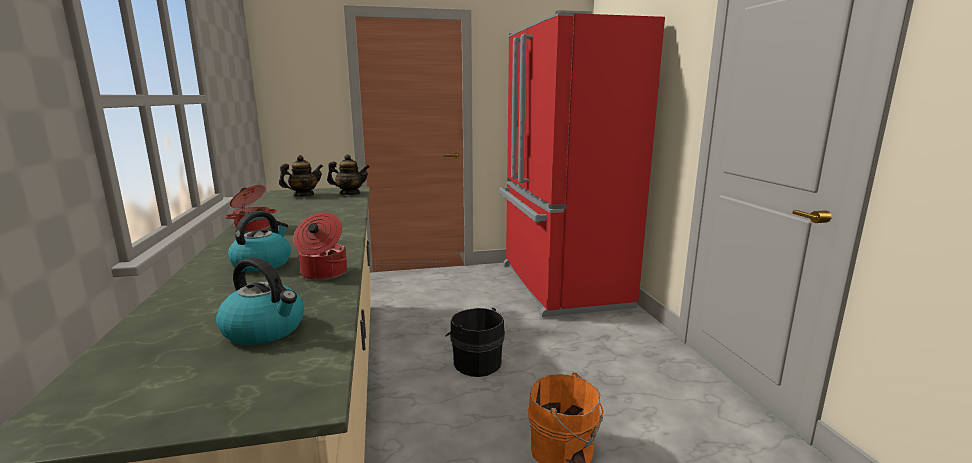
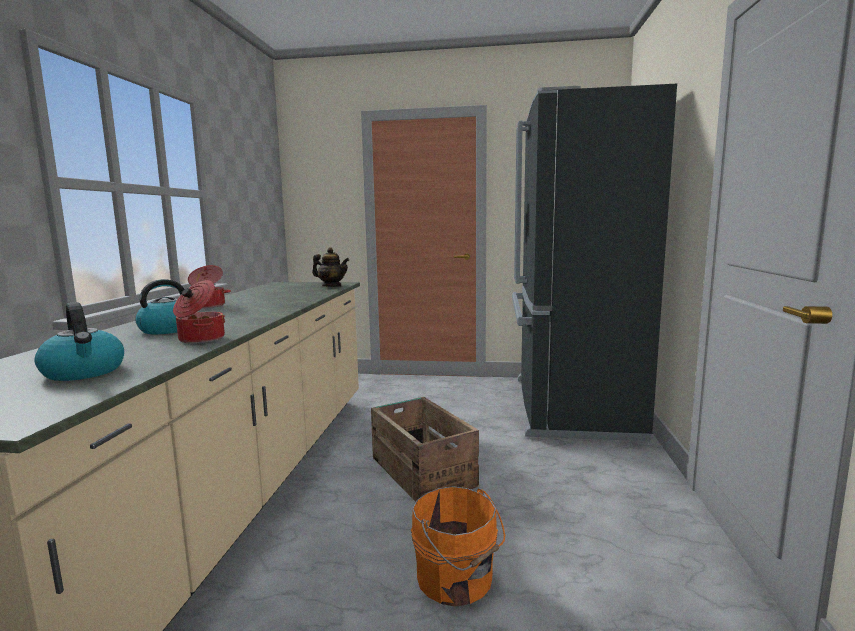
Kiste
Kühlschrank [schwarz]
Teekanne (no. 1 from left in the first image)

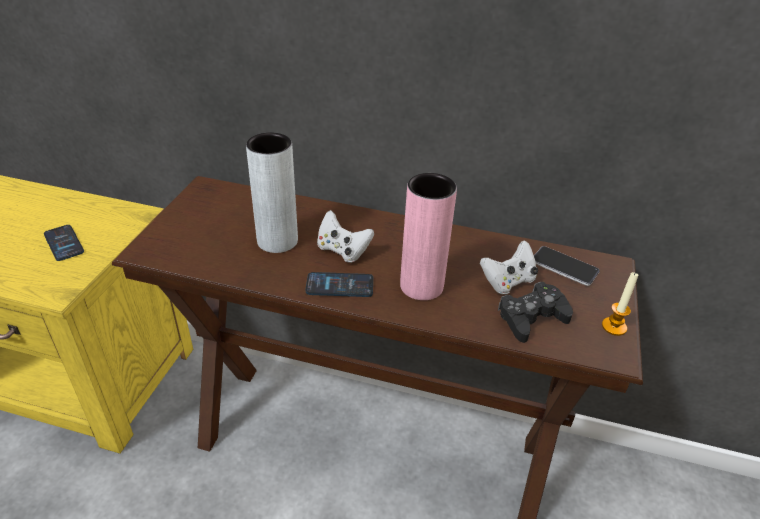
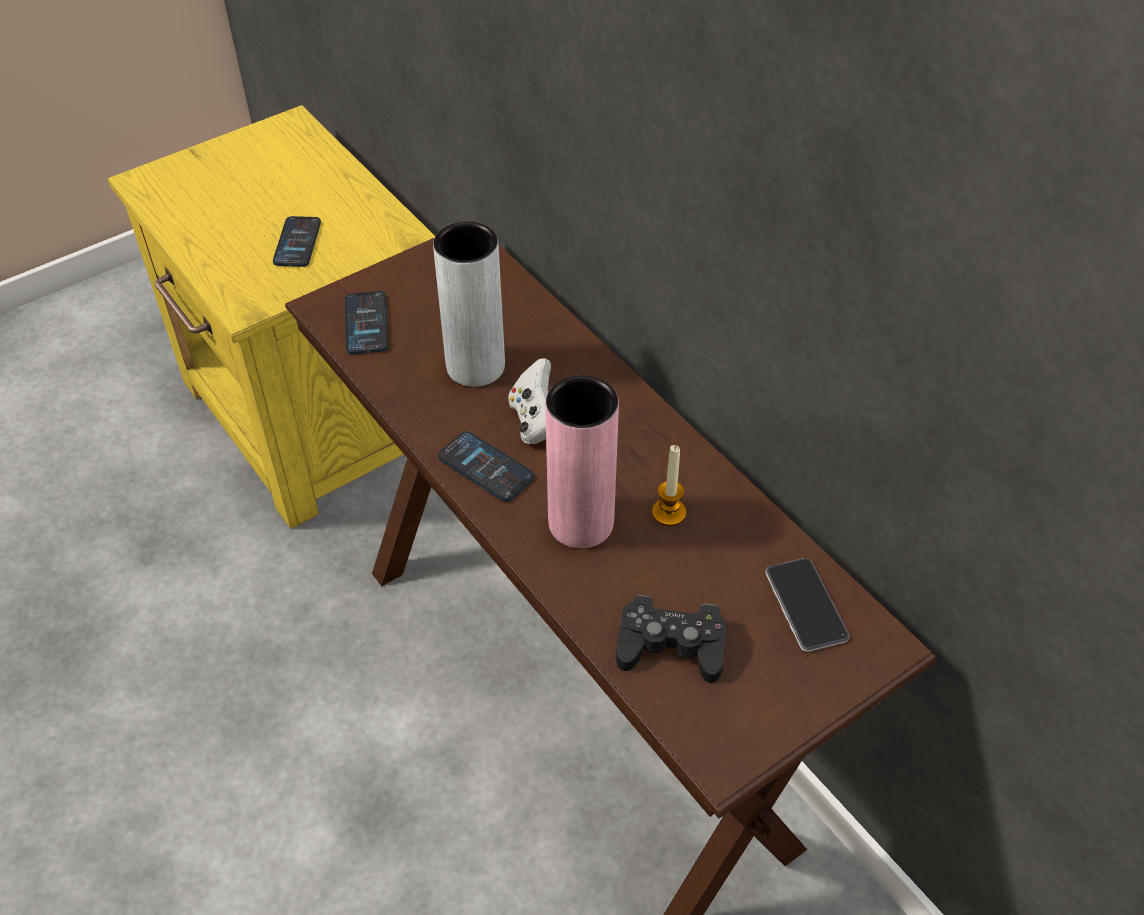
Handy (no. 2 from left)
Kerze
Gamepad [weiß] (no. 2 from left in the first image)

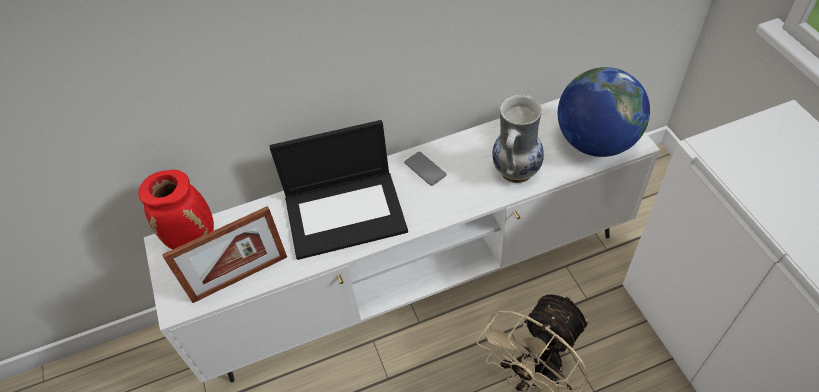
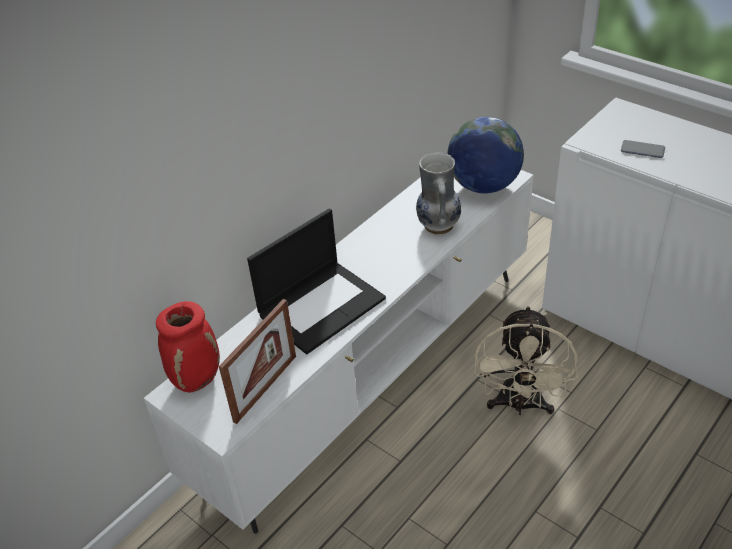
Handy

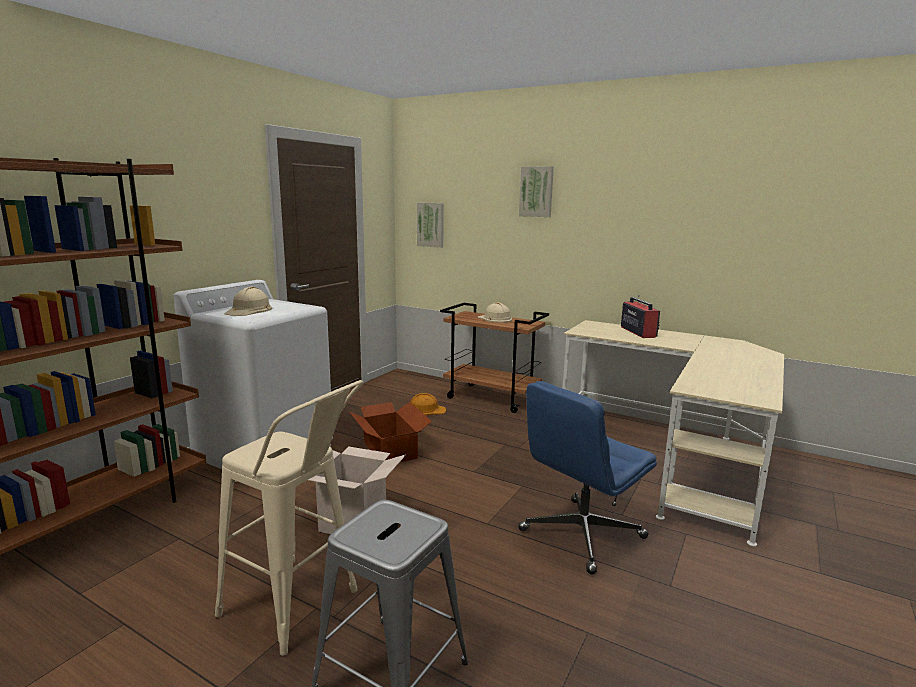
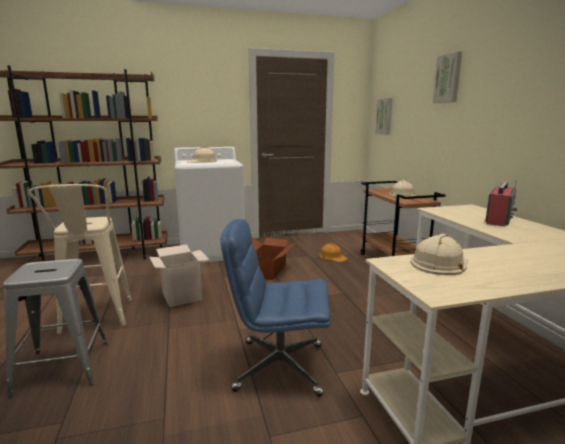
Schutzhelm [beige] (no. 3 from left)

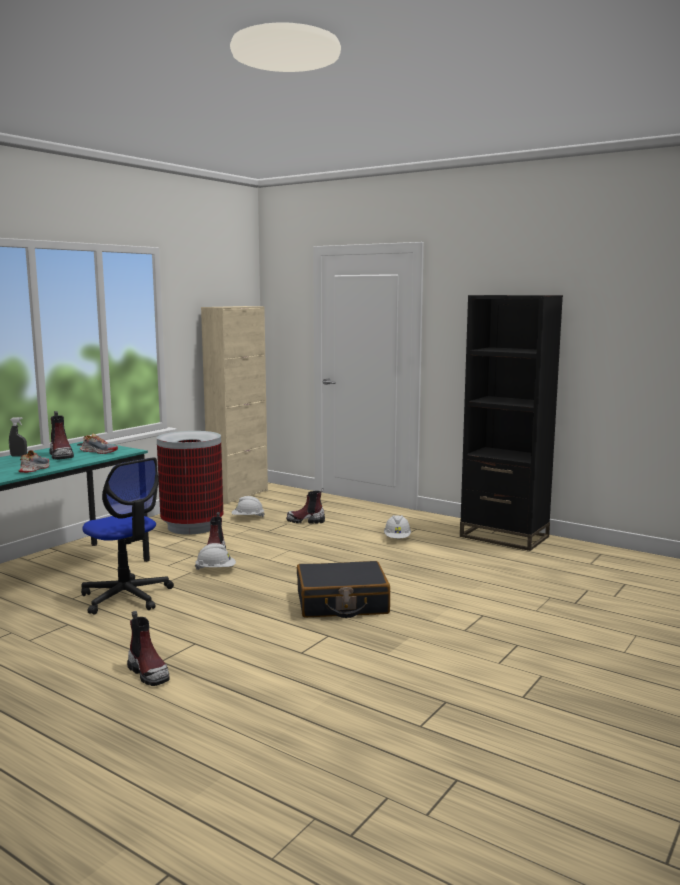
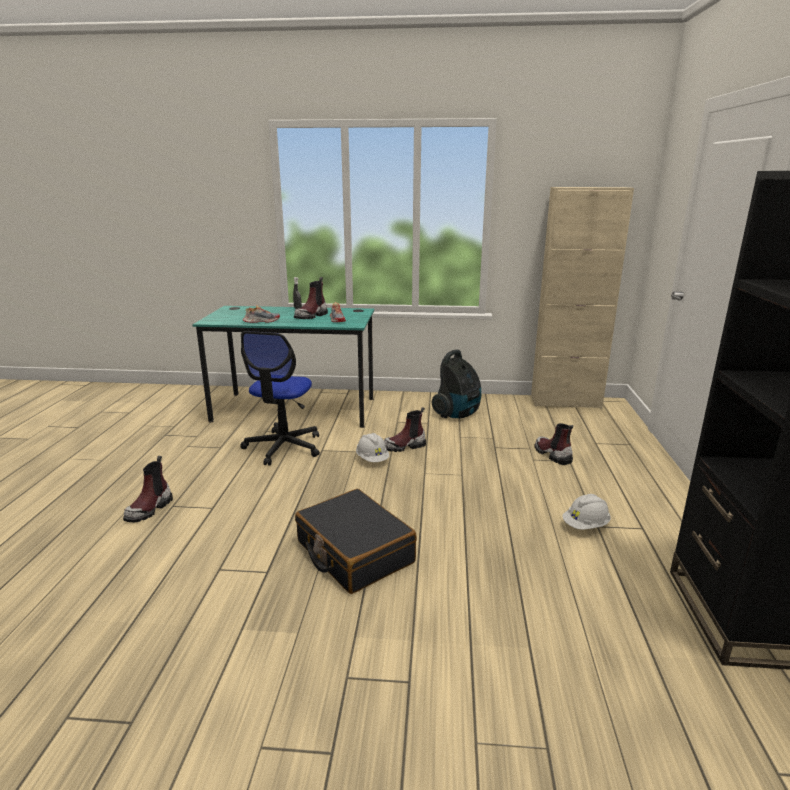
Staubsauger
Schutzhelm [weiß] (no. 2 from left in the first image)

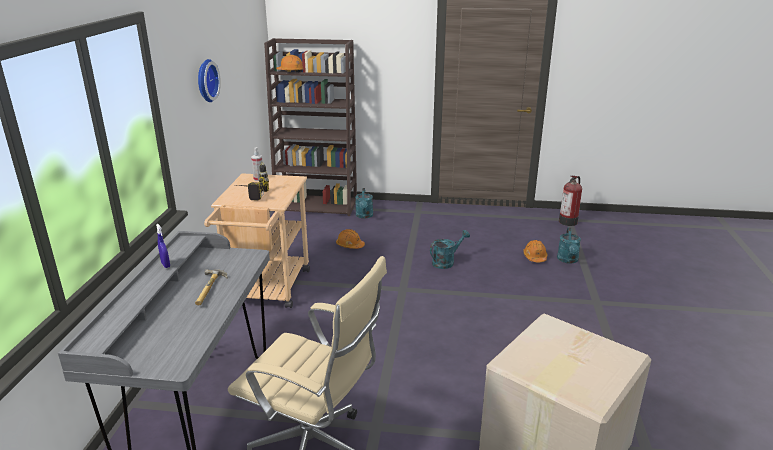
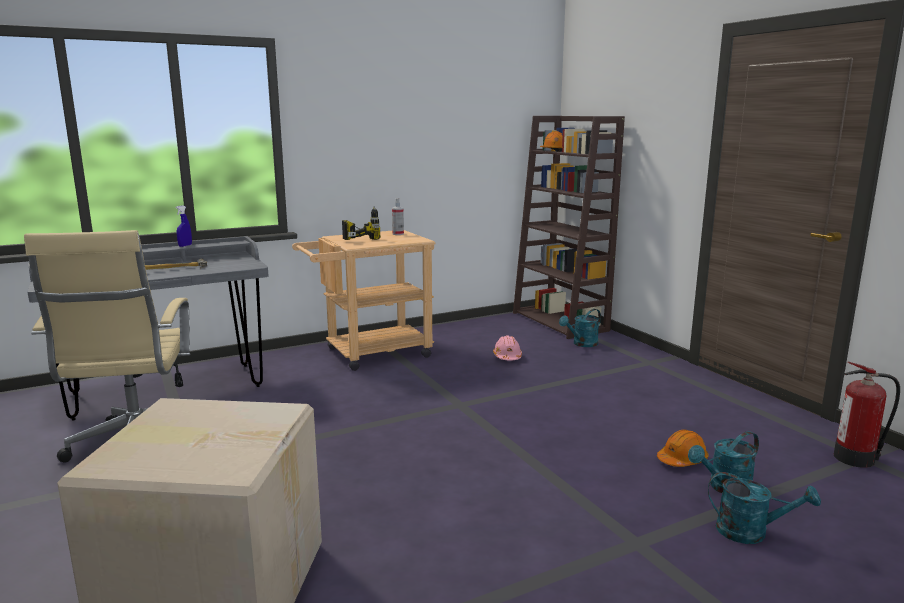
Schutzhelm [rosa]
Gießkanne [türkis] (no. 3 from left)
Wanduhr

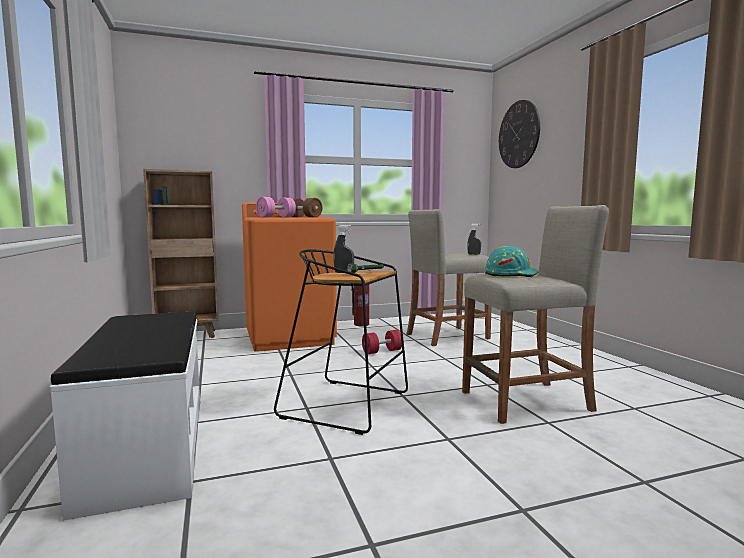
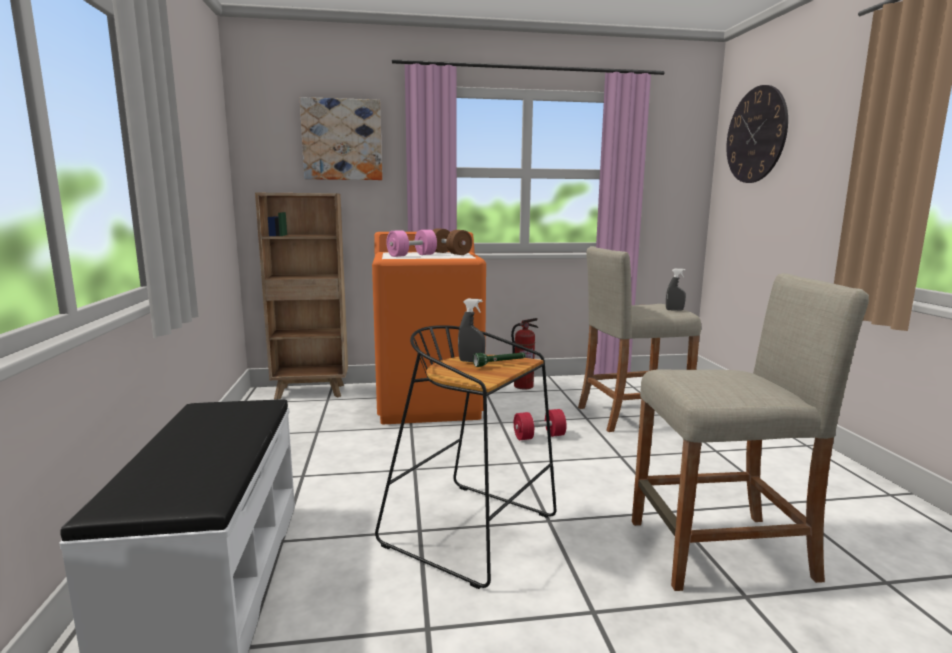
Bild
Schutzhelm [türkis]

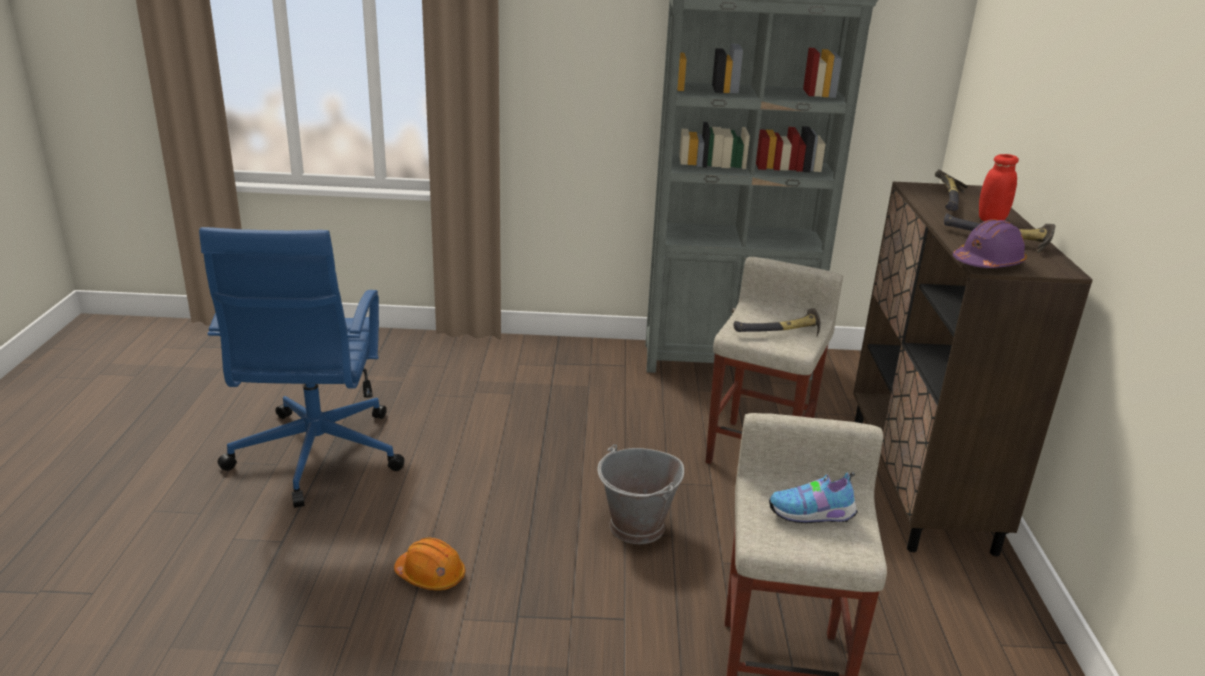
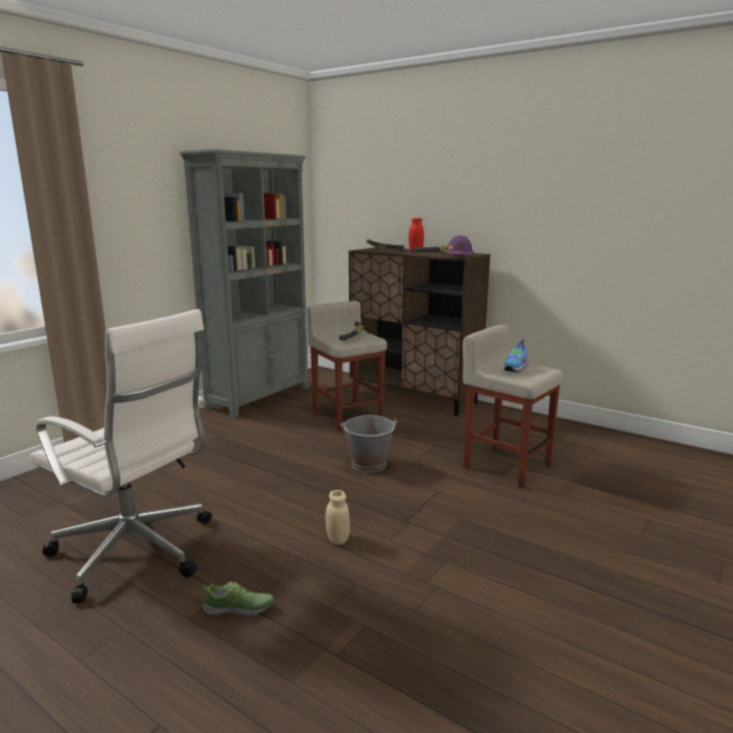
Bürostuhl [weiß]
Schuh (no. 1 from left)
Vorratsglas [beige]

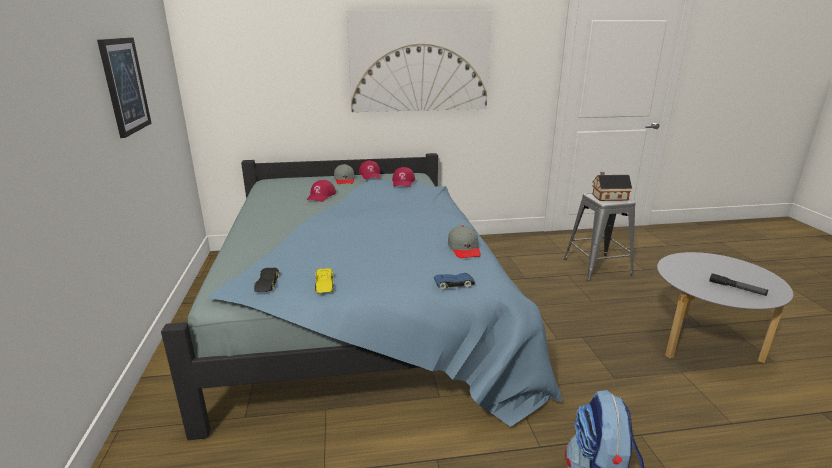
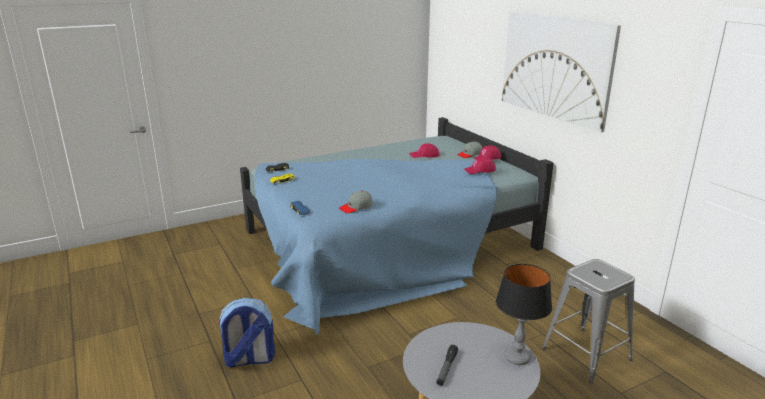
Tischlampe
Bild (no. 1 from left in the first image)
Spielzeughaus

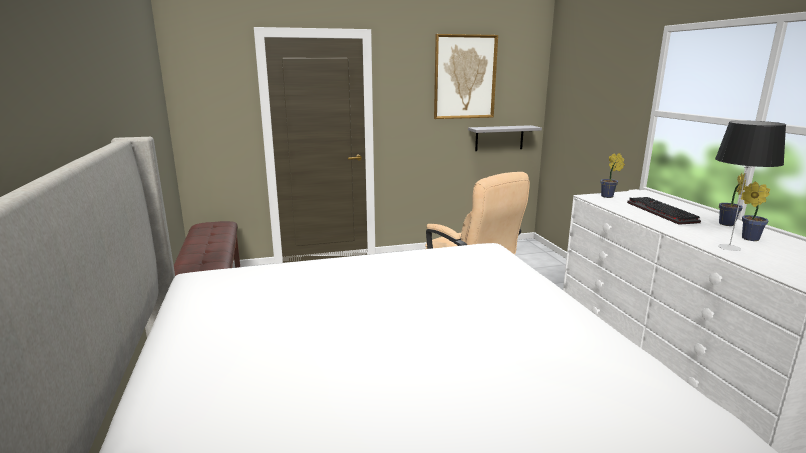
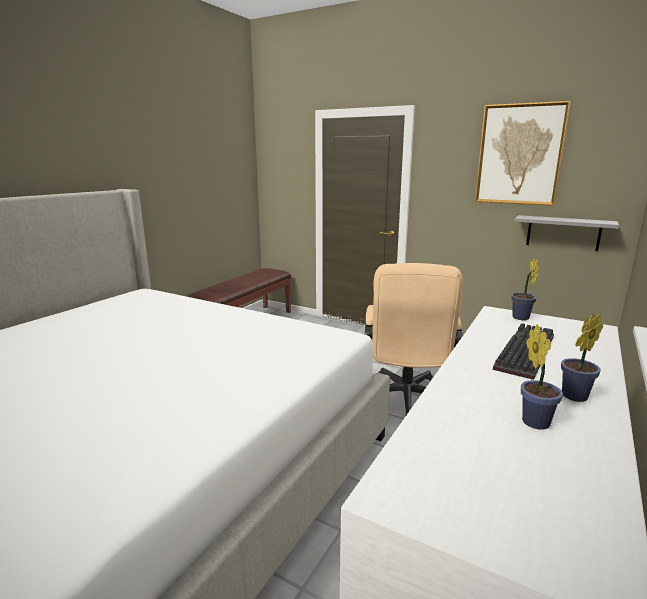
Tischlampe

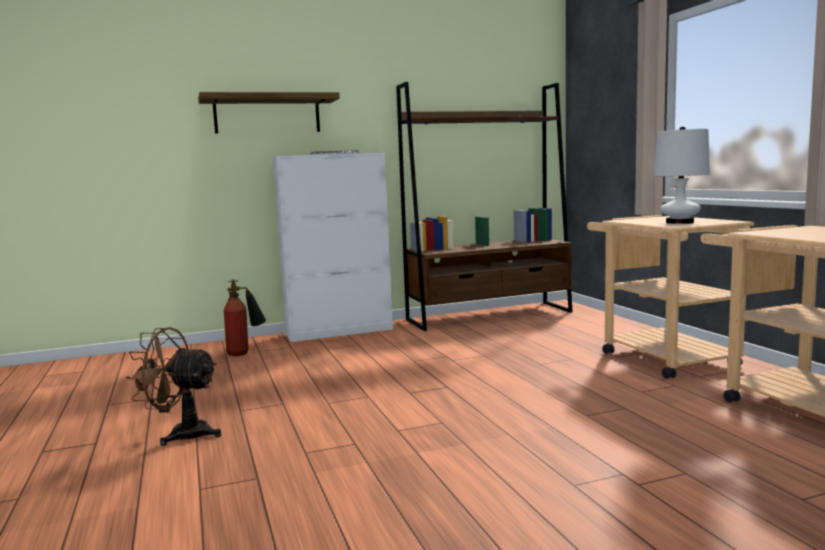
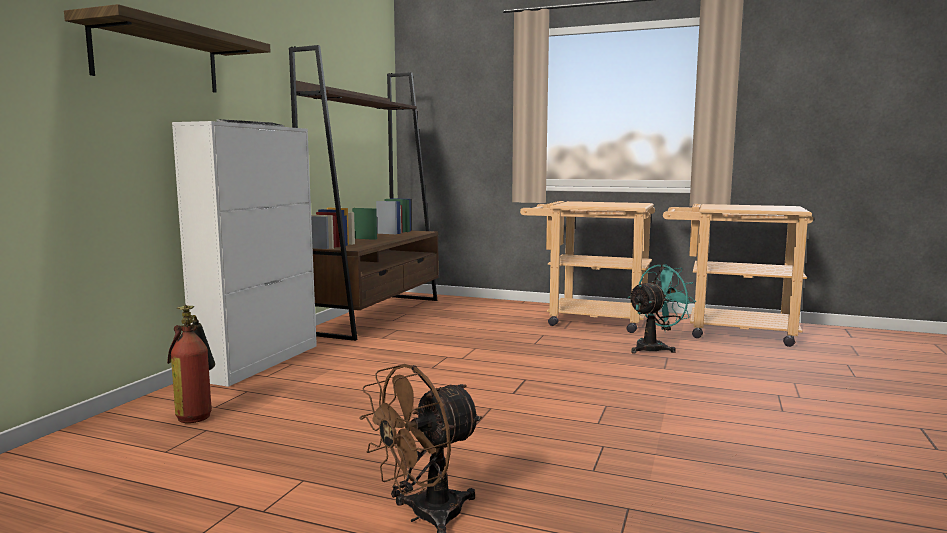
Ventilator [türkis]
Tischlampe [weiß]

